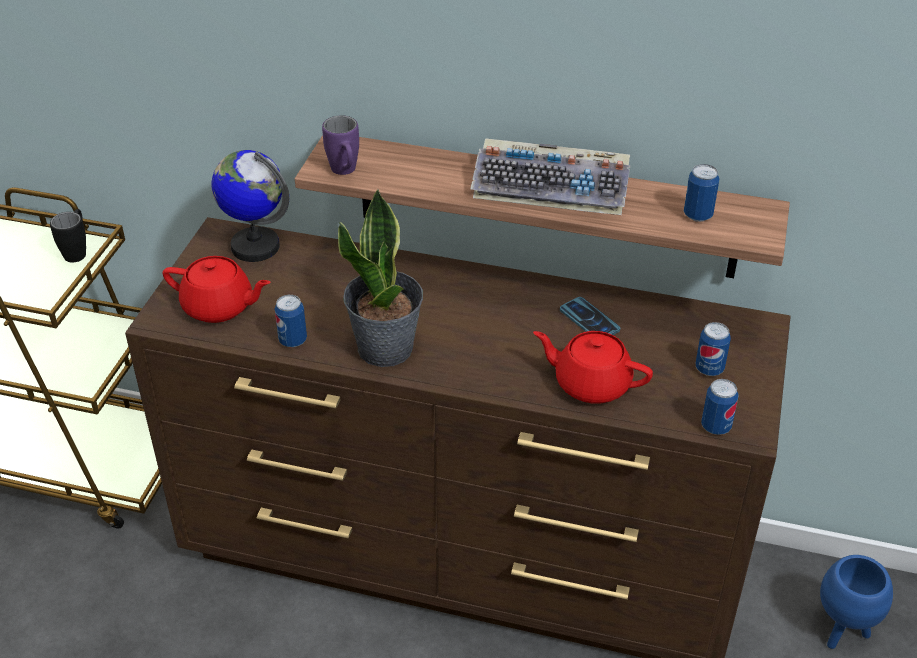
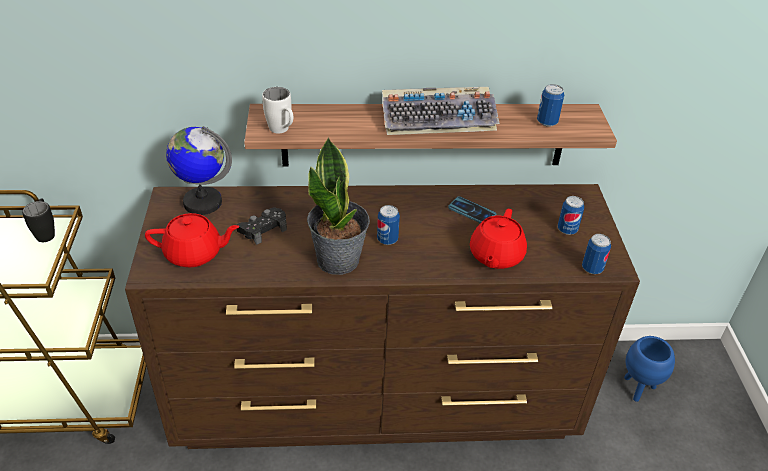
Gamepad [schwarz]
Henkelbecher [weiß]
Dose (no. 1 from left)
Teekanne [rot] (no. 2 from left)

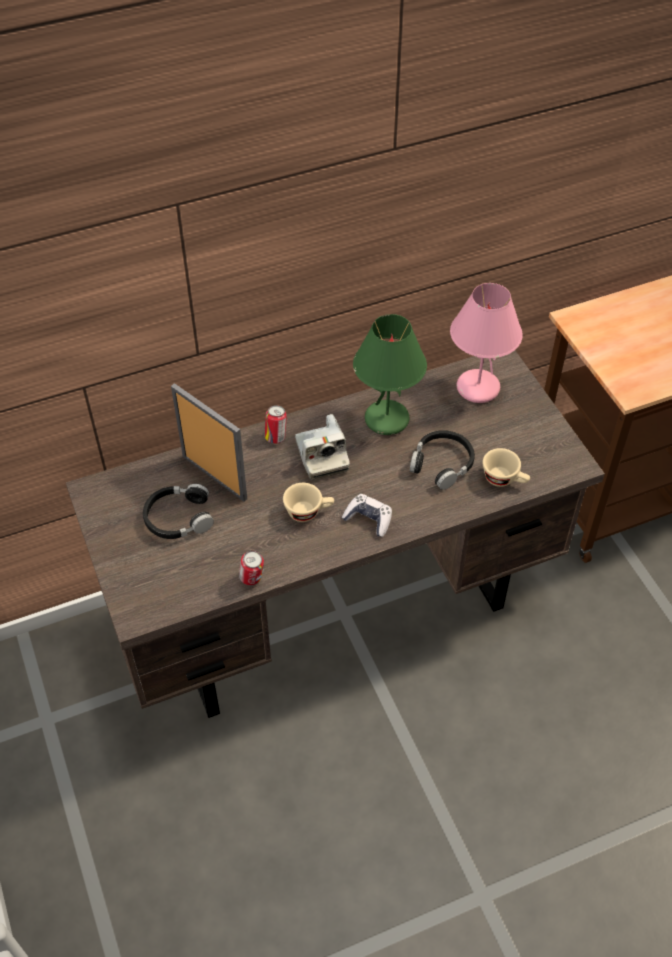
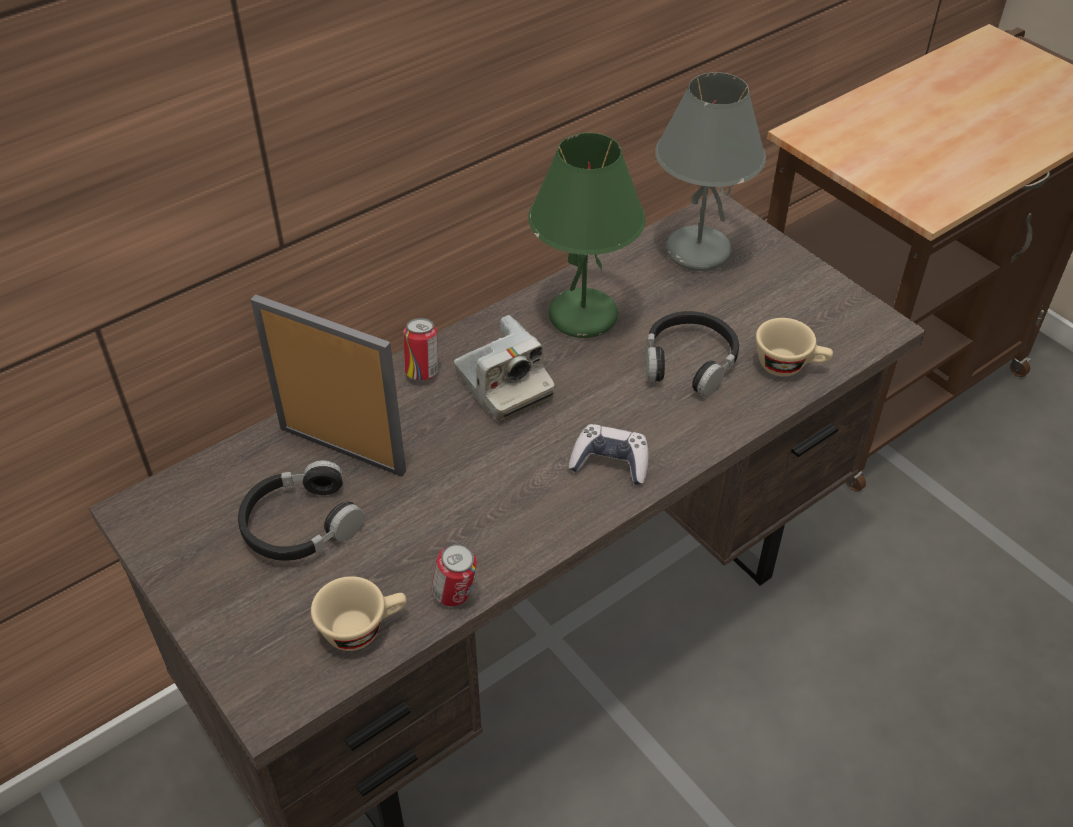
Tasse [beige] (no. 1 from left)
Tischlampe [grau]

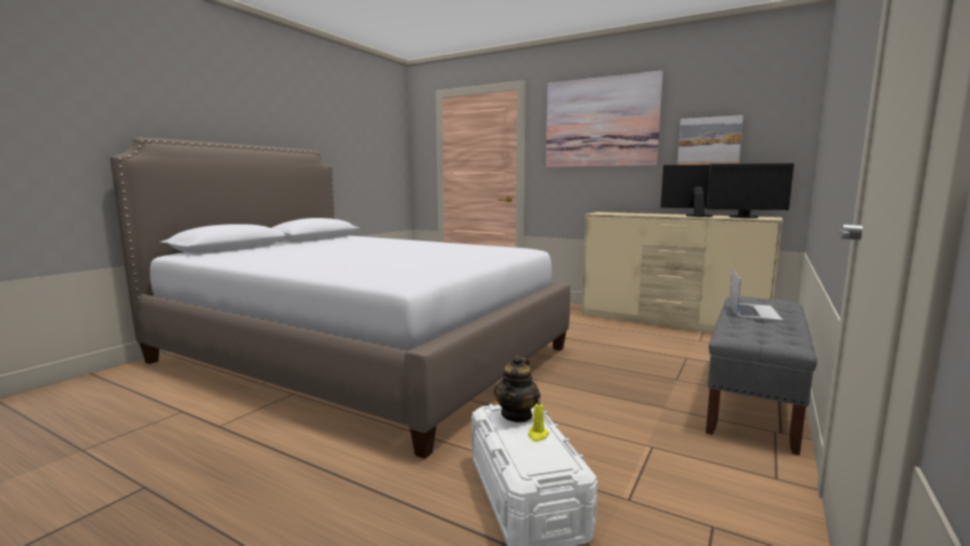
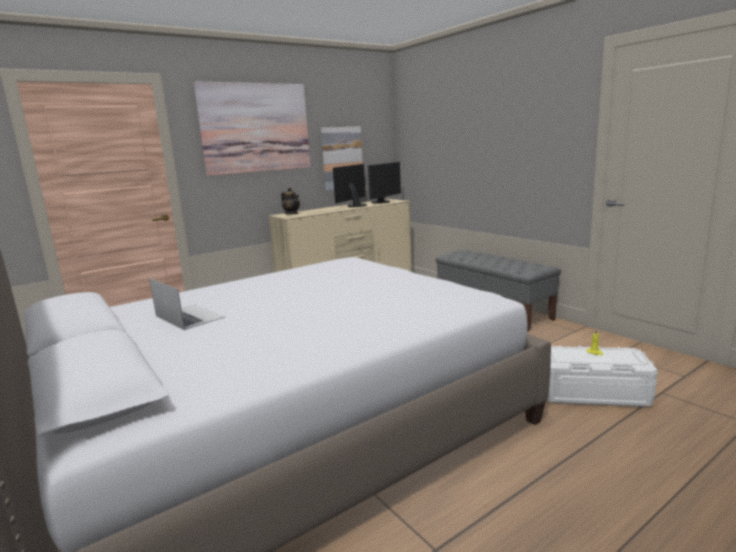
Laptop
Teekanne

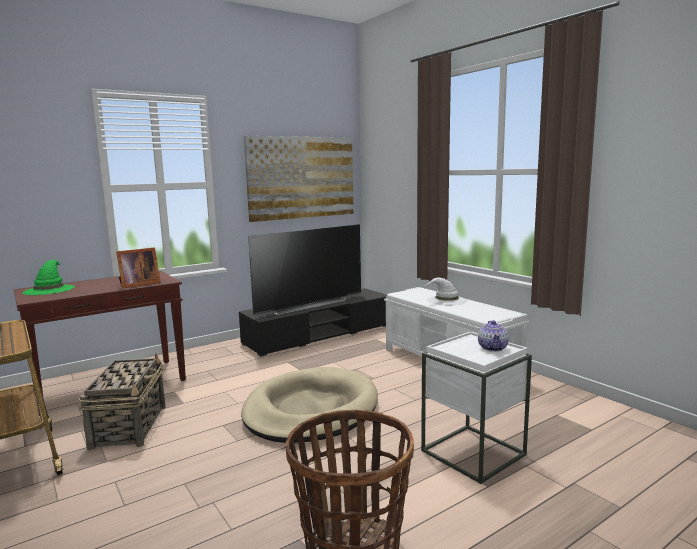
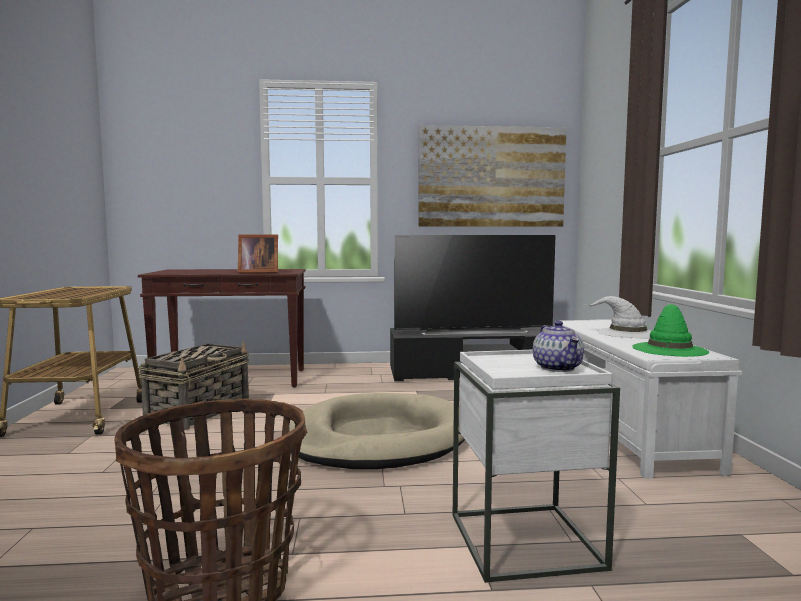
Teekanne
Hut [grün]

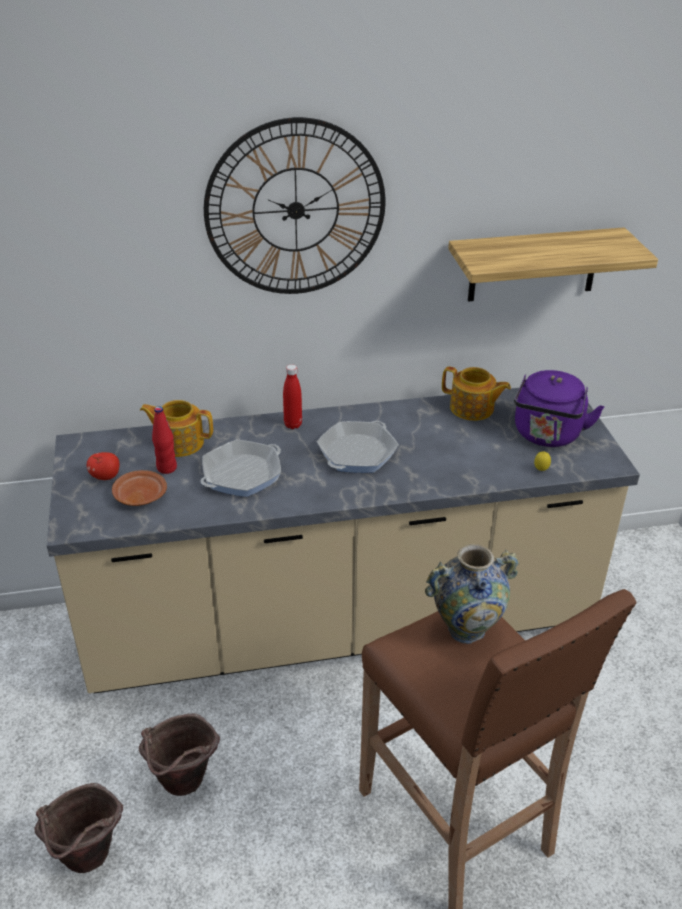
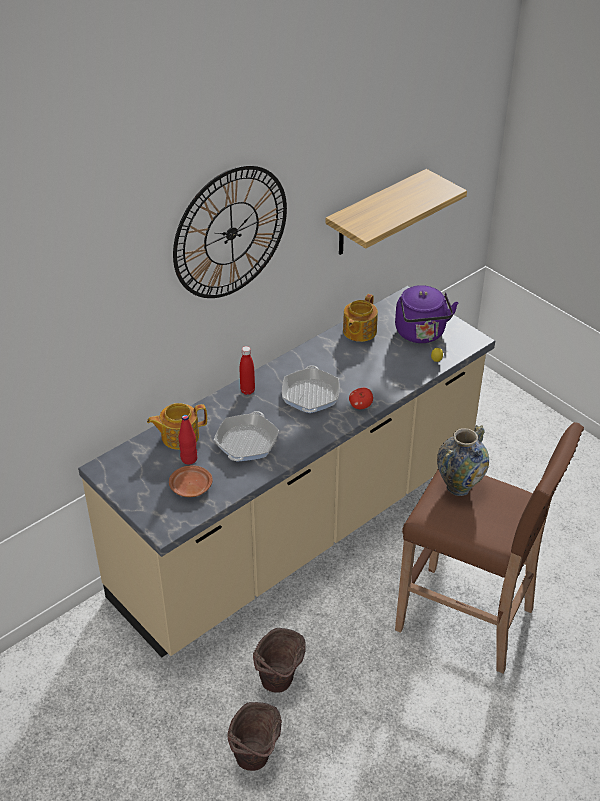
Teekanne (no. 2 from left)
Apfel

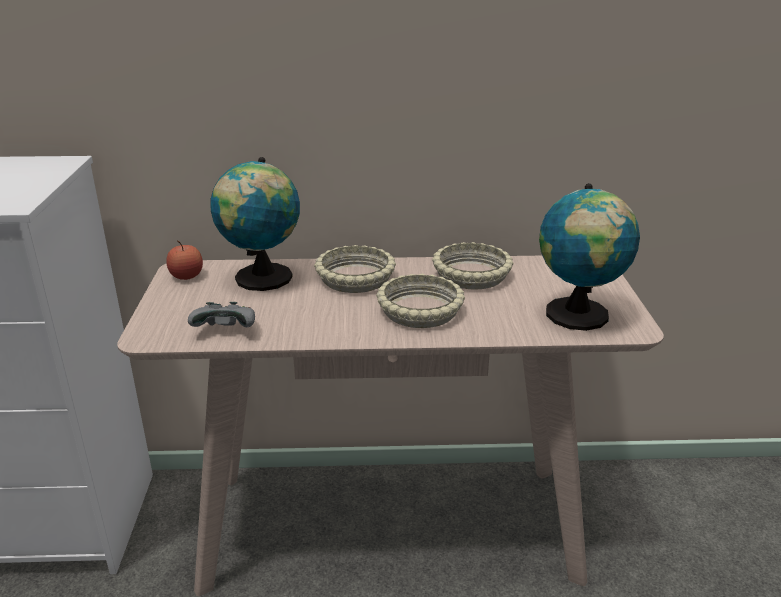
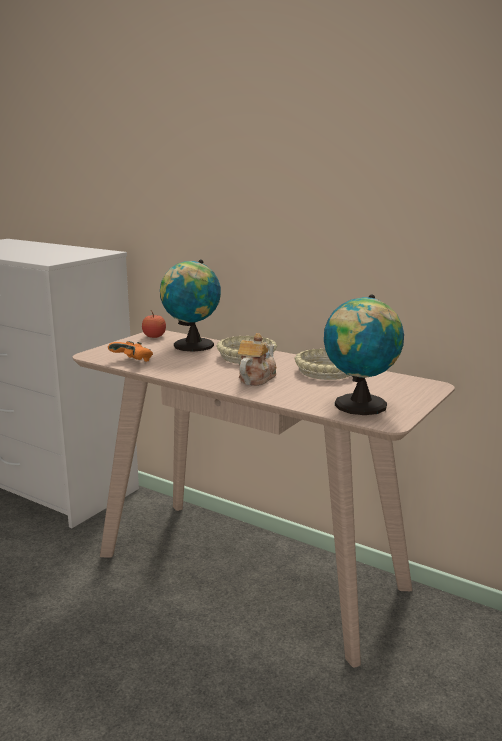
Gamepad [orange]
Teekanne

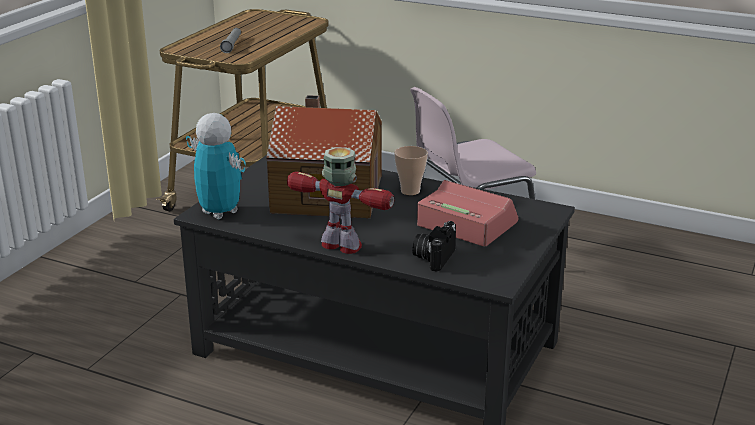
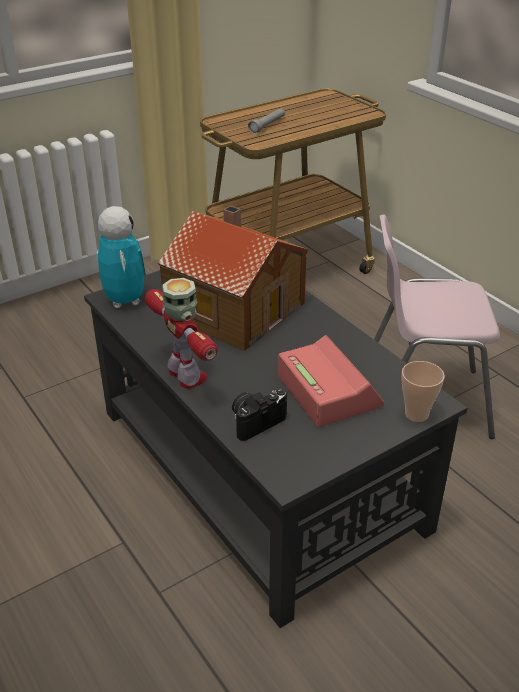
Tasse

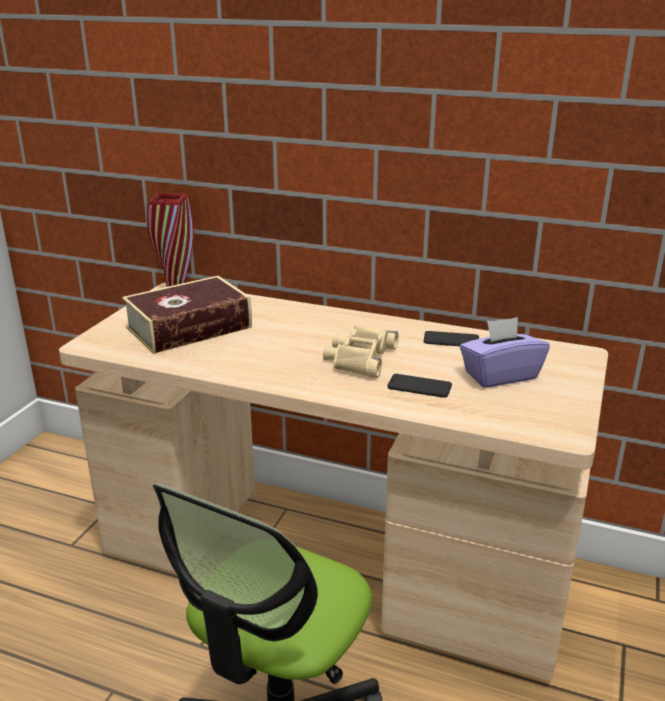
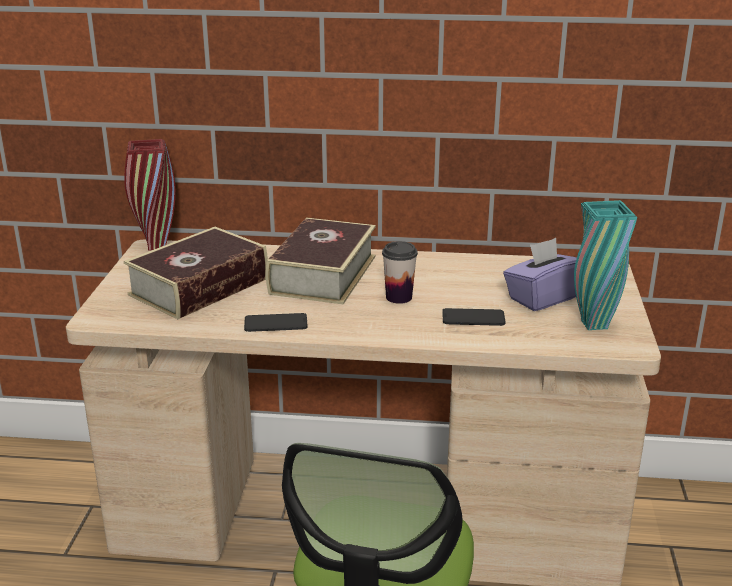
Handy (no. 1 from left)
Buch (no. 2 from left)
Tasse
Vase [türkis]

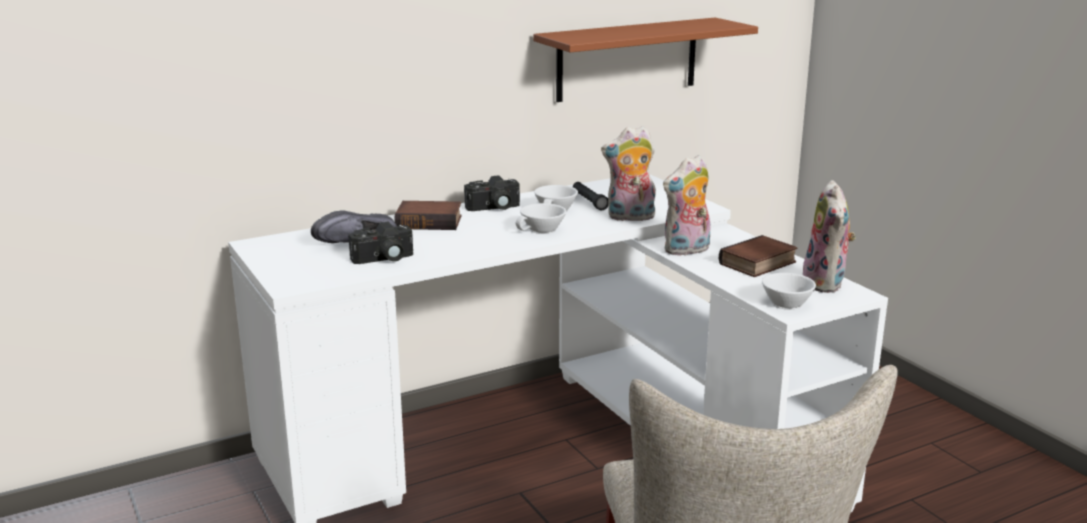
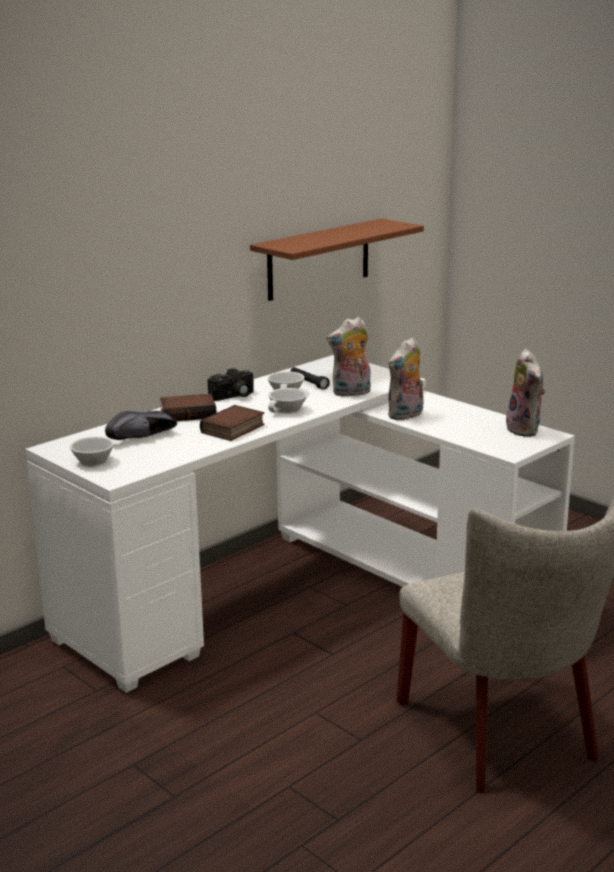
Tasse [weiß] (no. 1 from left)
Buch (no. 2 from left)
Kamera (no. 1 from left in the first image)

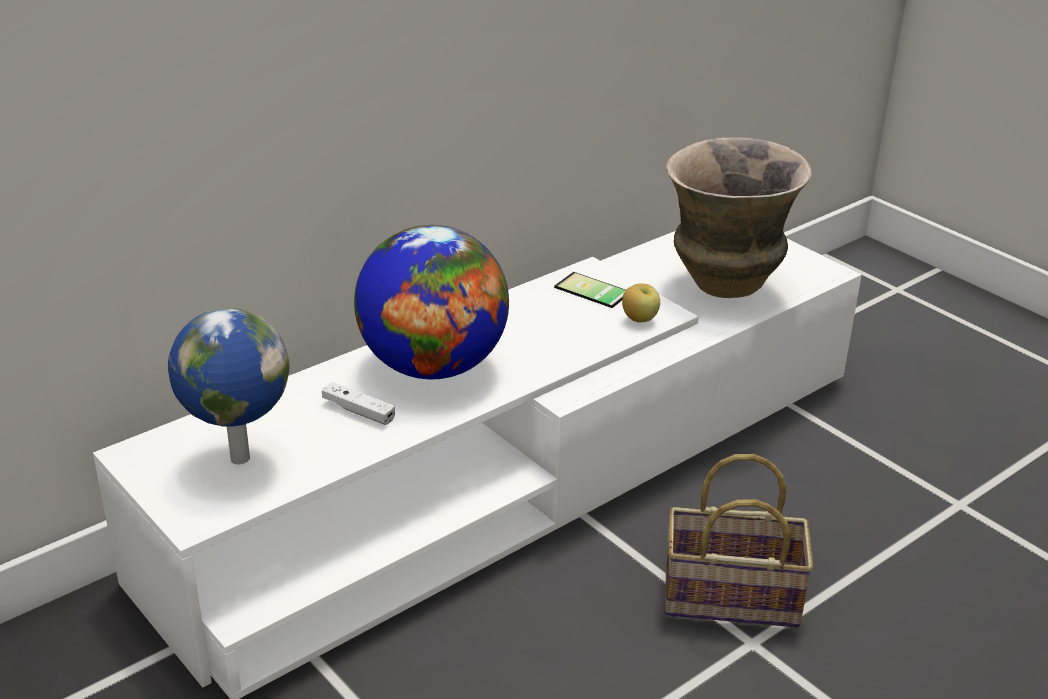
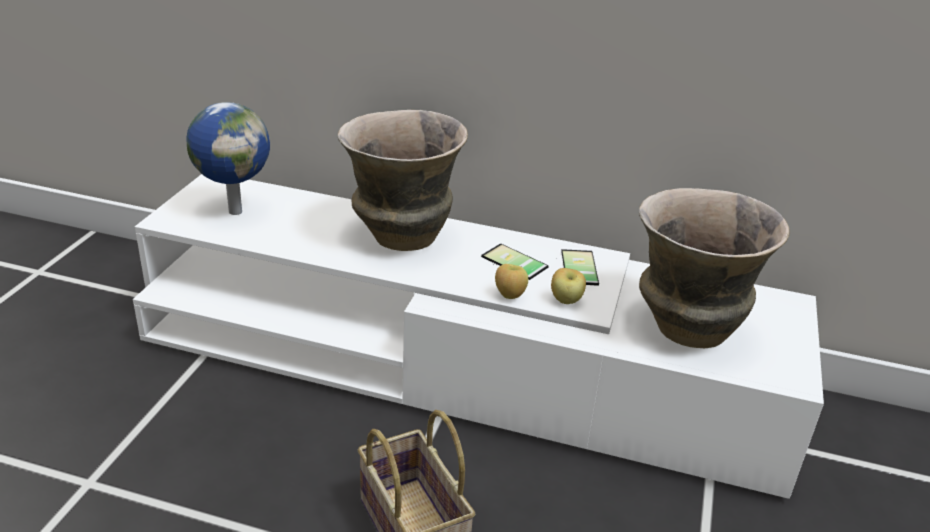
Vase (no. 1 from left)
Handy (no. 1 from left)
Apfel (no. 1 from left)
Gamepad [weiß]

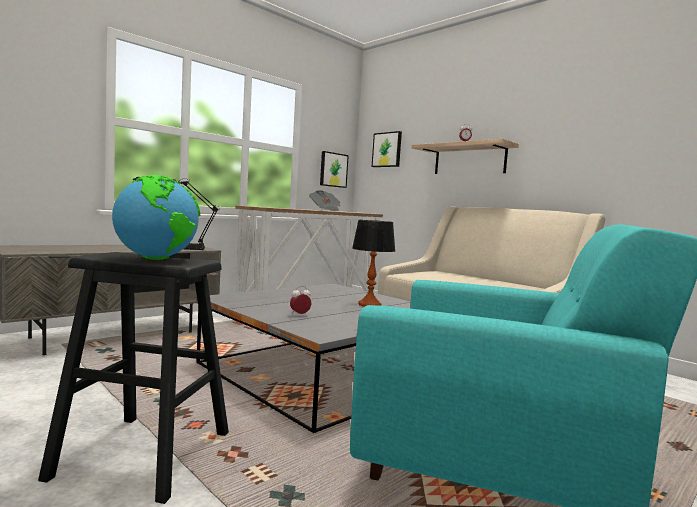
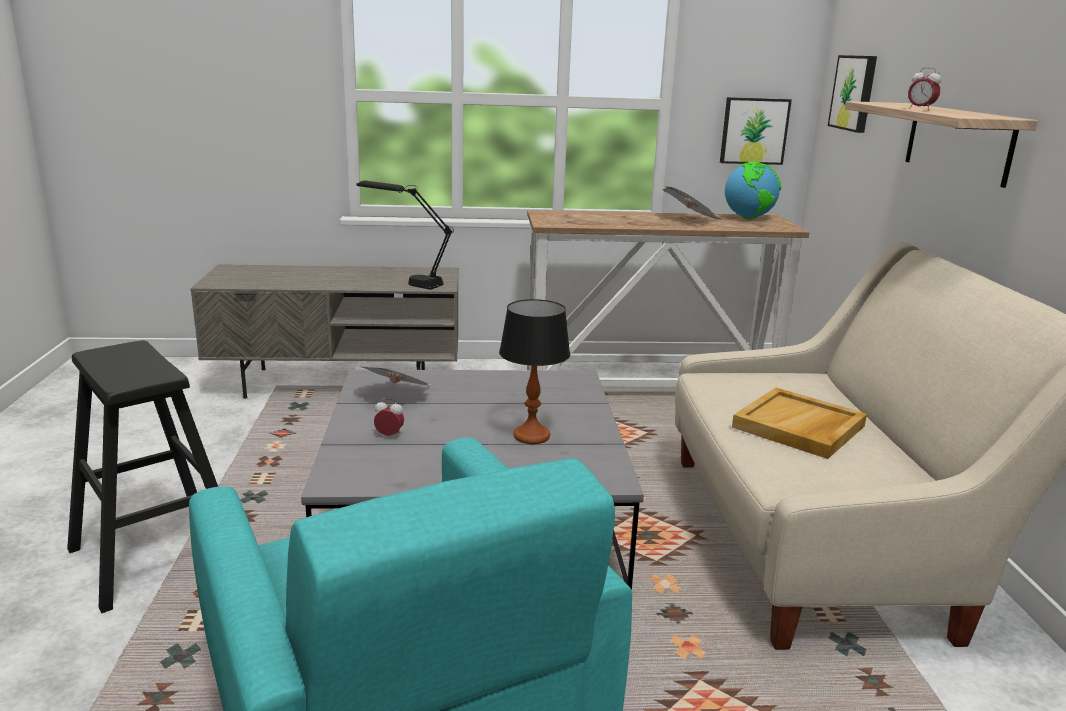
Zeitung (no. 1 from left)
Globus
Tablett [beige]

